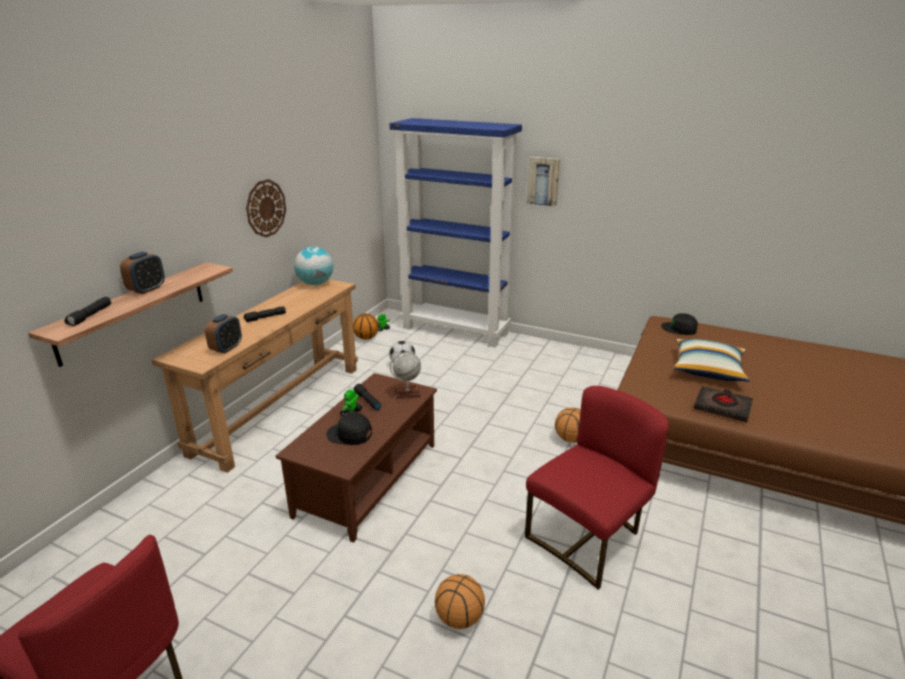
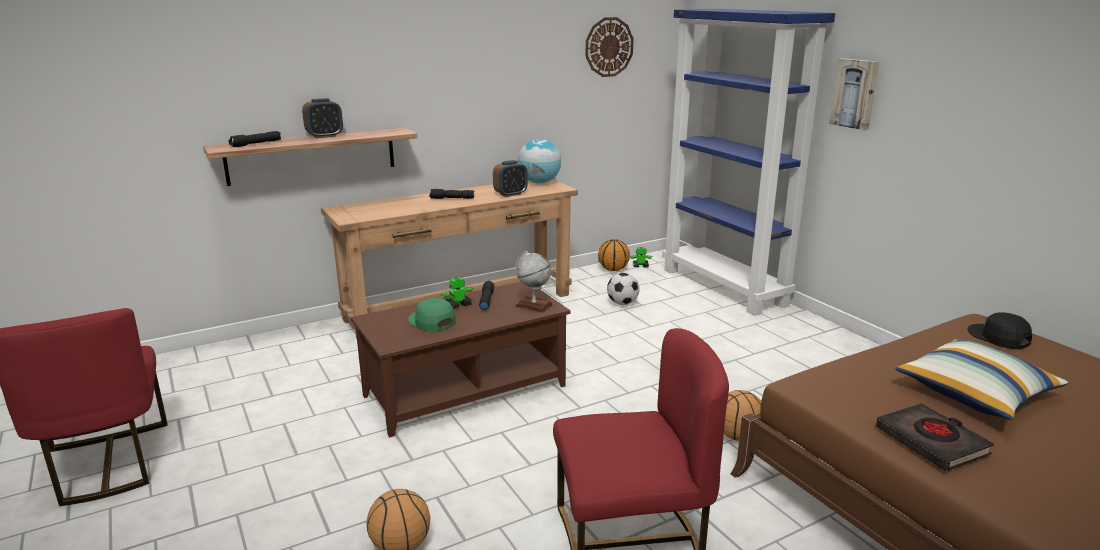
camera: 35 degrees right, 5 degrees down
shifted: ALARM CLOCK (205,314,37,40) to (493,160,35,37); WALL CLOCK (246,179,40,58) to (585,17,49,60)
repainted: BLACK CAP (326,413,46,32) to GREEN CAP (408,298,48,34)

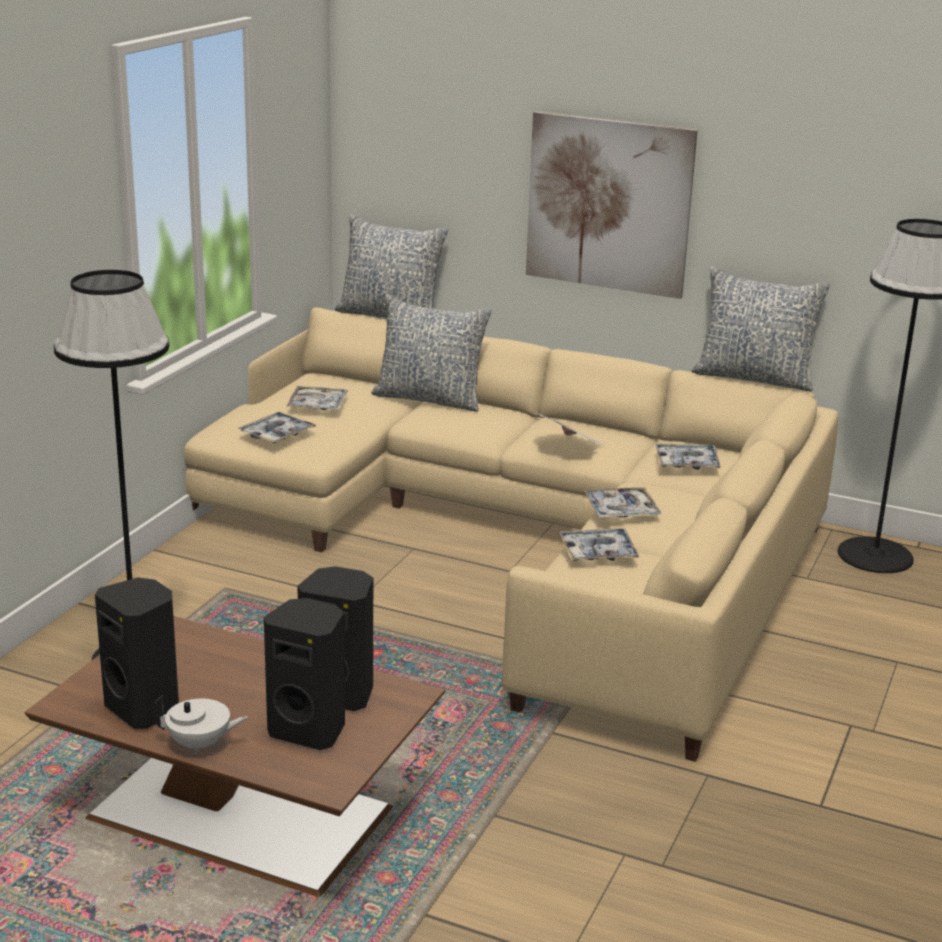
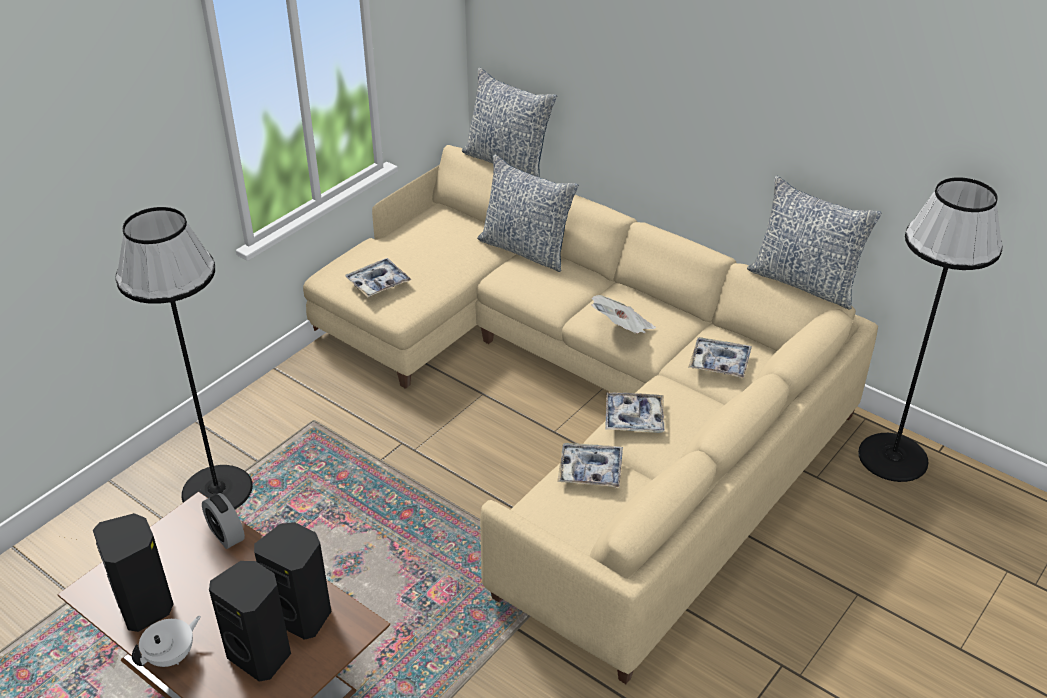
camera: 15 degrees right, 15 degrees up
gone: TRAY (286,386,62,24); PICTURE (526,111,172,188)
new: ALARM CLOCK (202,493,43,56)
rotated: WHITE TEAPOT (152,695,96,59) = (132,616,69,51) 60 degrees counterclockwise

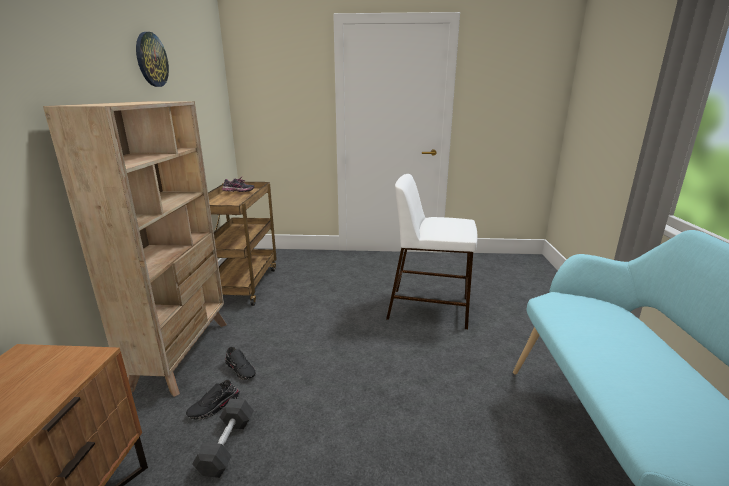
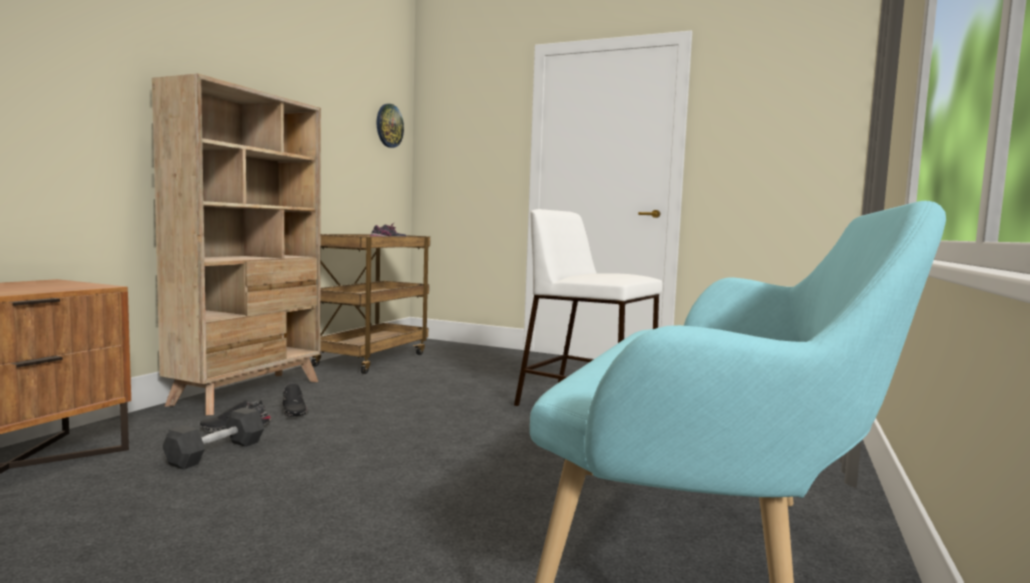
camera: 20 degrees right, 15 degrees down
shifted: WALL CLOCK (136,32,33,55) to (376,104,28,44)

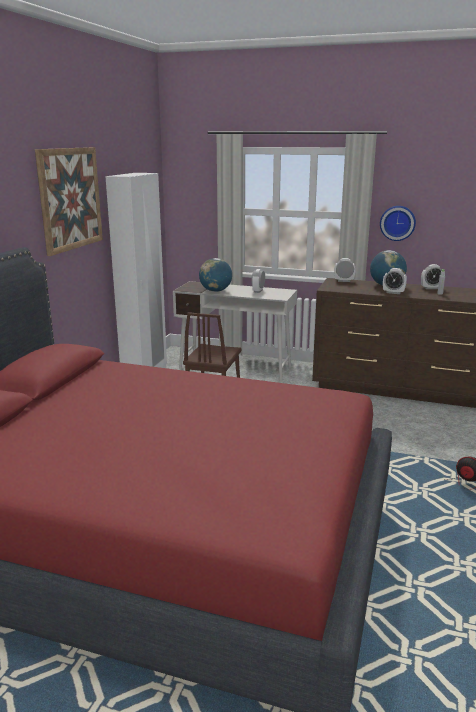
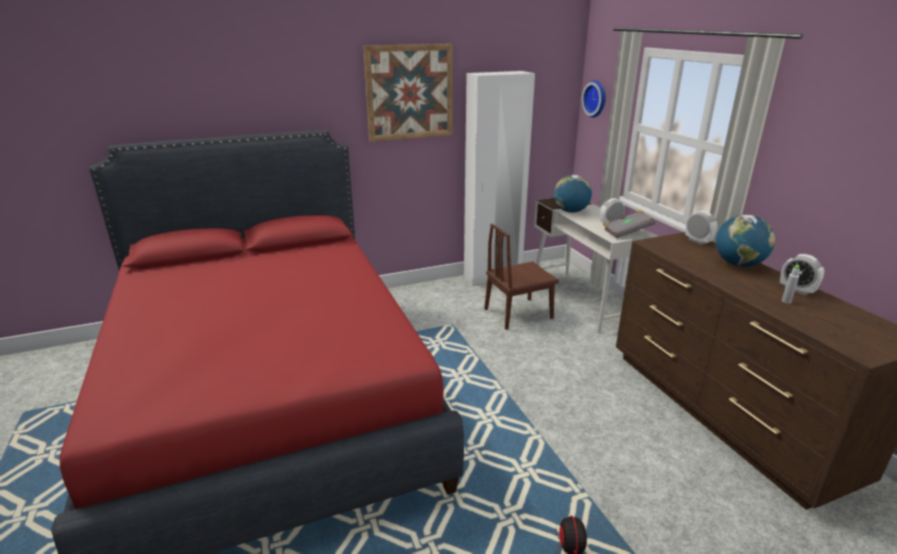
camera: 50 degrees right, 5 degrees up
gone: ALARM CLOCK (383,268,24,26)
new: GREY BOOK (603,210,52,28)
shifted: WALL CLOCK (380,206,36,35) to (582,80,24,37)

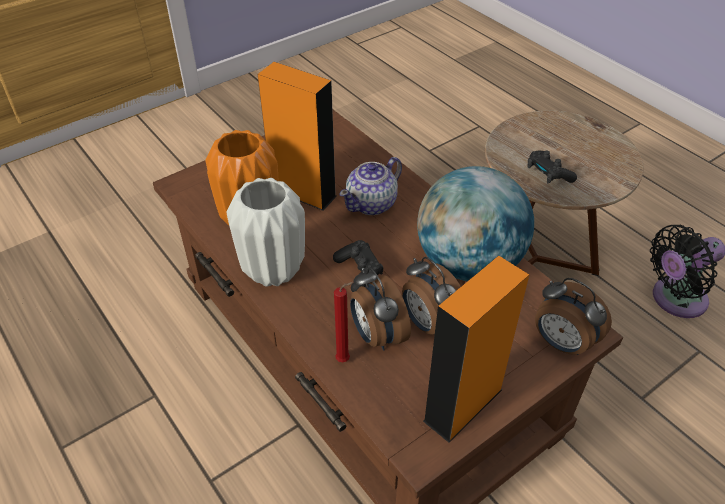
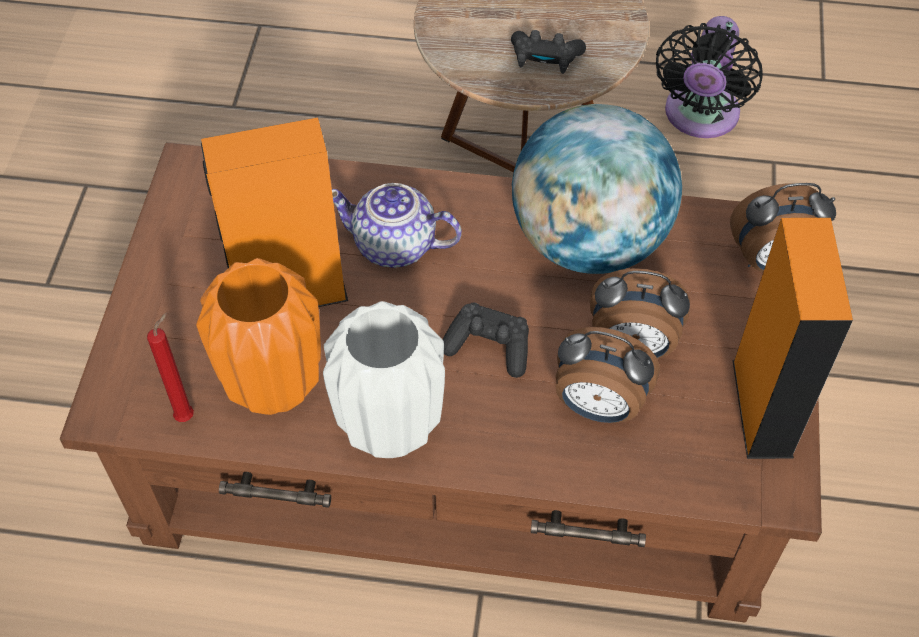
camera: 45 degrees left, 10 degrees up
shifted: RED CANDLE (334,282,20,81) to (147,313,47,109)
rotated: TEAPOT (339,157,63,58) = (332,183,130,85) 105 degrees clockwise

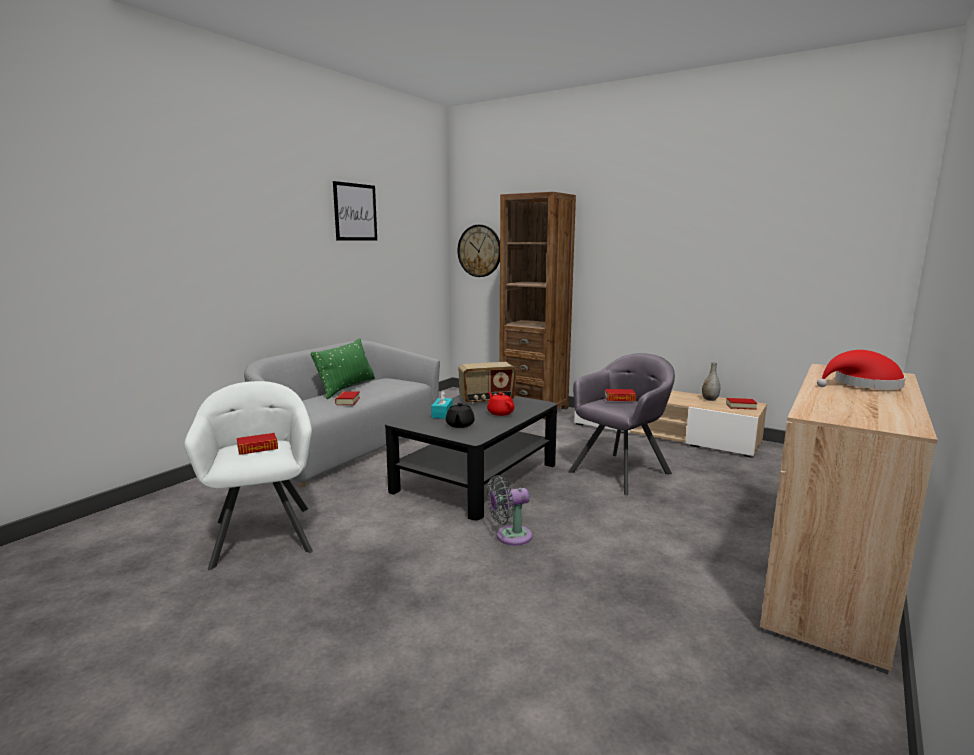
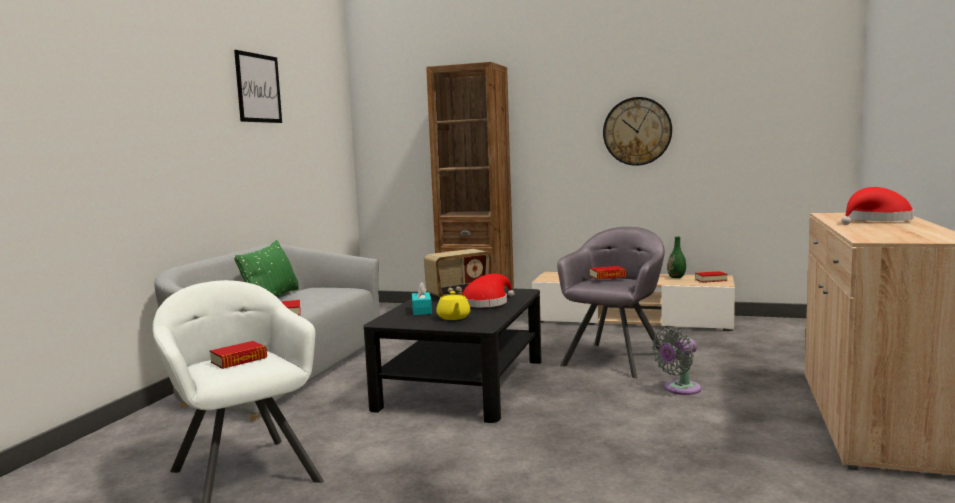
camera: 15 degrees left, 5 degrees down
shifted: WALL CLOCK (458,225,42,52) to (603,97,69,69); GREY FAN (487,475,45,70) to (652,327,49,68)
swapped: RED TEAPOT (487,392,27,24) to RED HAT (462,274,52,34)
repainted: BLACK TEAPOT (446,403,29,25) to YELLOW TEAPOT (437,291,33,29); GREY VASE (702,362,18,39) to GREEN VASE (667,236,19,42)

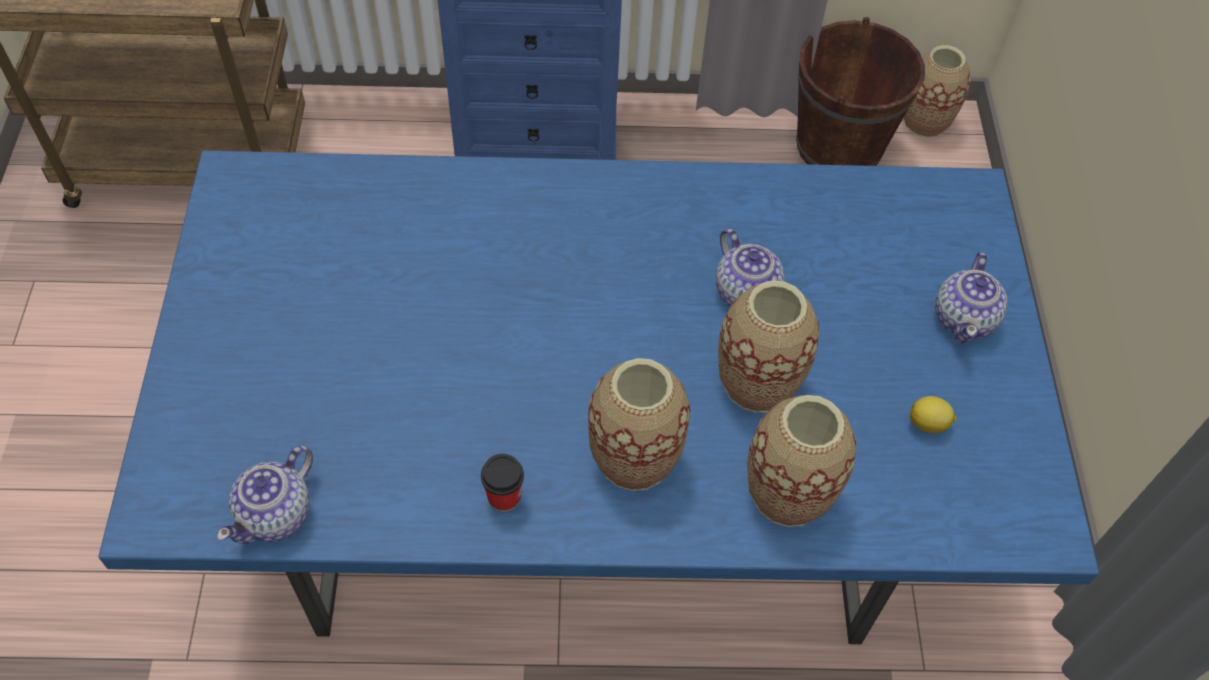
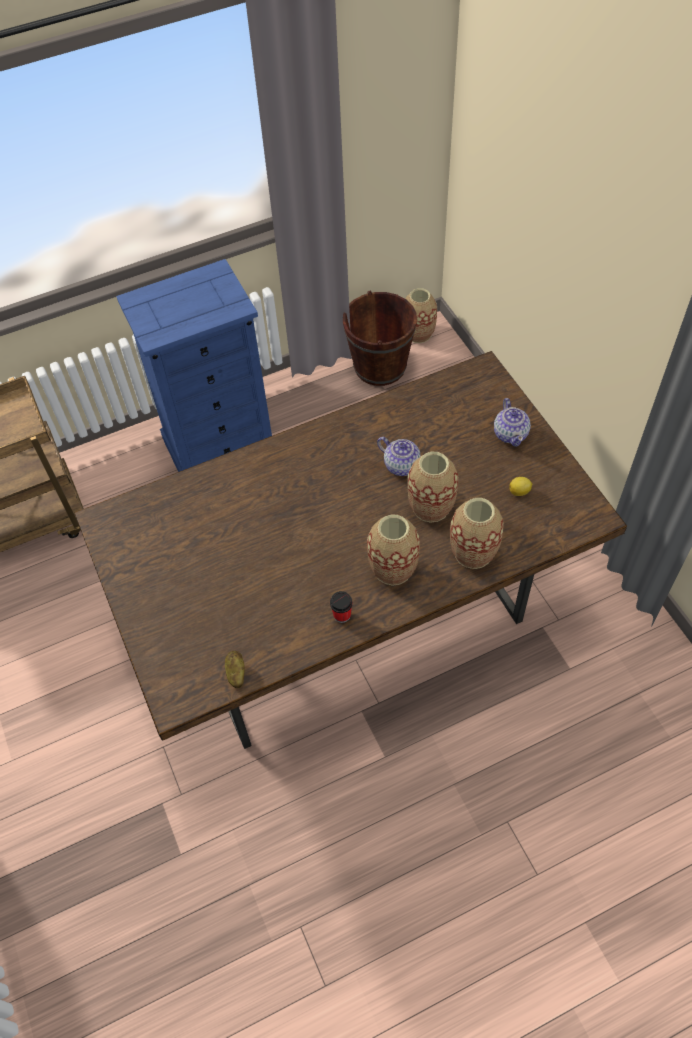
camera: 20 degrees left, 0 degrees up
swapped: TEAPOT (217,446,96,98) to POTATO (225,651,19,37)
repainted: BLUE DINING TABLE (99,151,1000,493) to BROWN DINING TABLE (75,351,552,398)

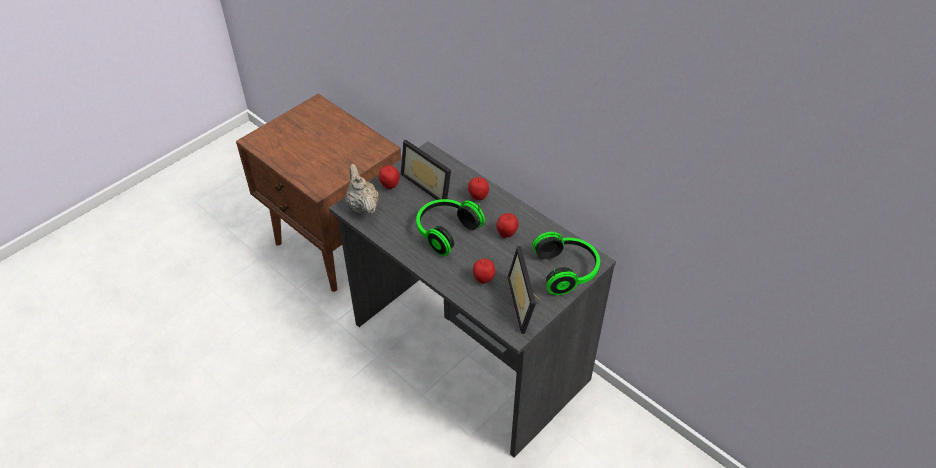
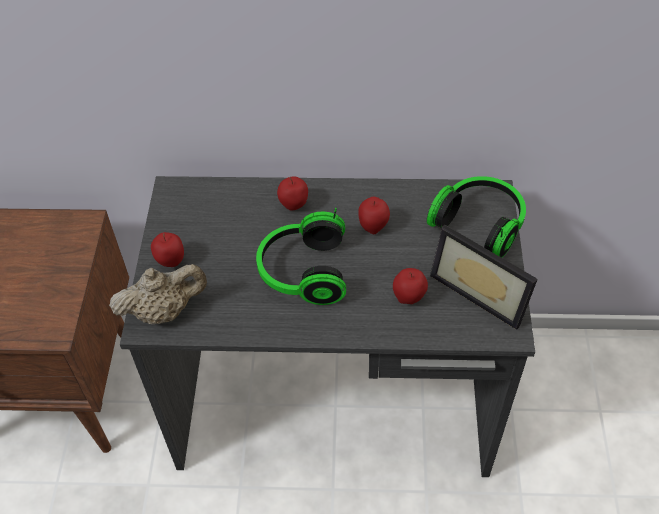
camera: 40 degrees left, 5 degrees up
gone: PICTURE FRAME (400,140,51,60)
rotated: BEIGE TEAPOT (345,164,34,50) = (109,264,98,60) 135 degrees clockwise

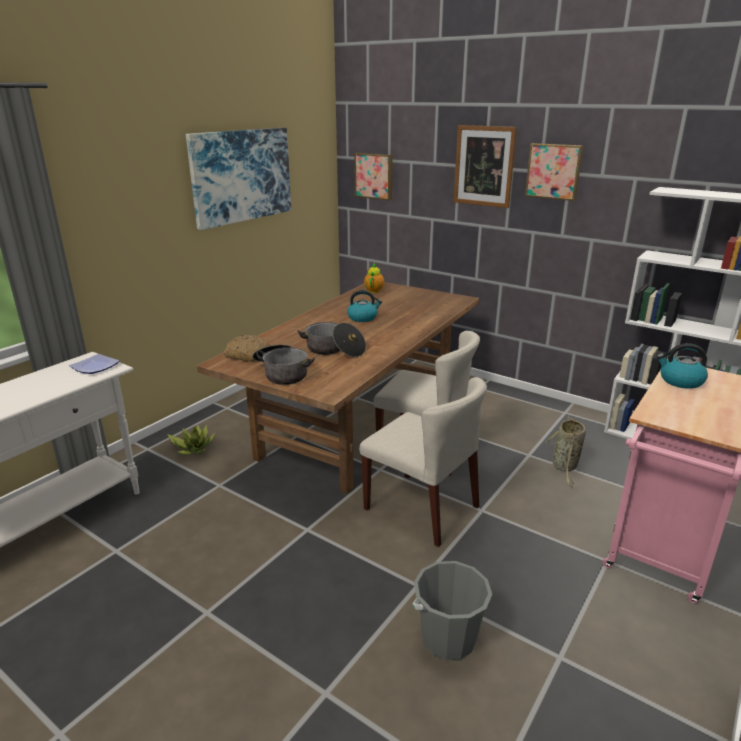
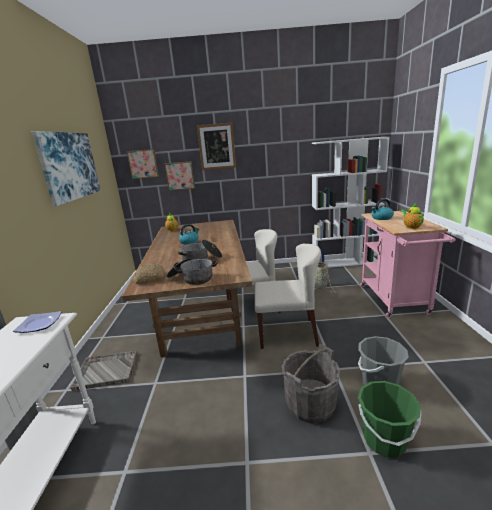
camera: 35 degrees left, 5 degrees down
new: GREY BUCKET (282,344,58,79); GREEN BUCKET (358,381,63,77); TEAPOT (401,203,23,26)
shifted: PICTURE (525,143,58,58) to (165,161,30,30)
swapped: POTTED PLANT (167,425,49,30) to GREY TRAY (71,351,67,40)

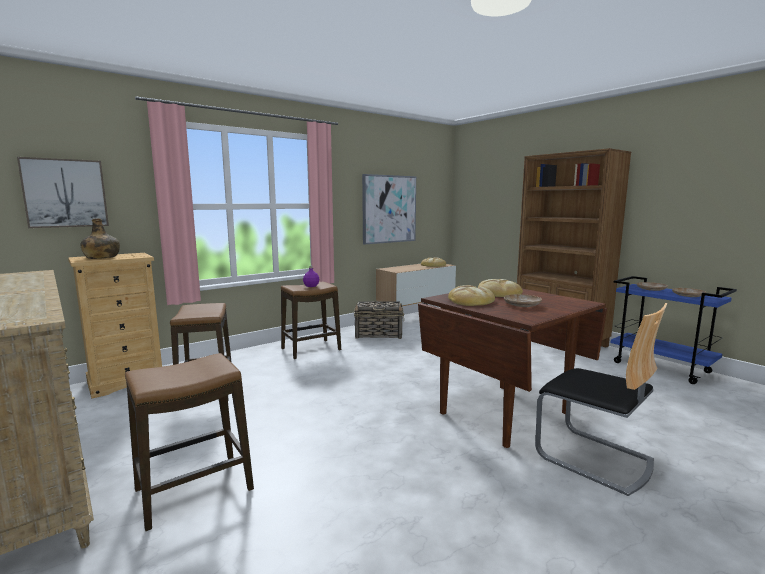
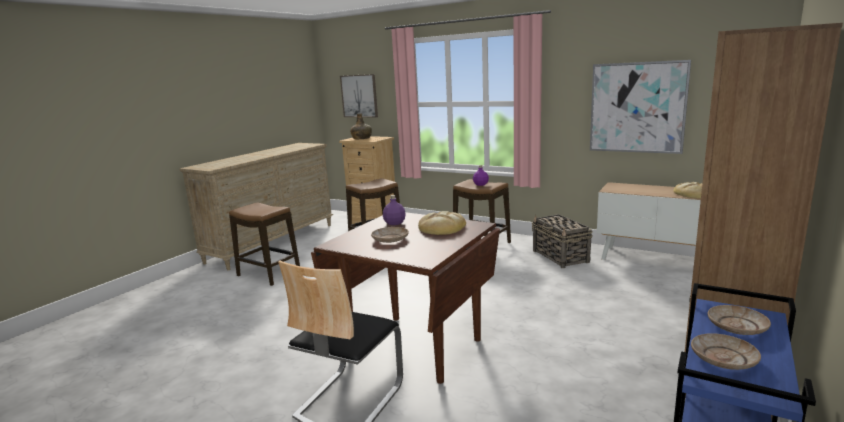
camera: 70 degrees right, 5 degrees up
swapped: BREAD (448,285,47,21) to PURPLE BOTTLE (383,195,23,30)

